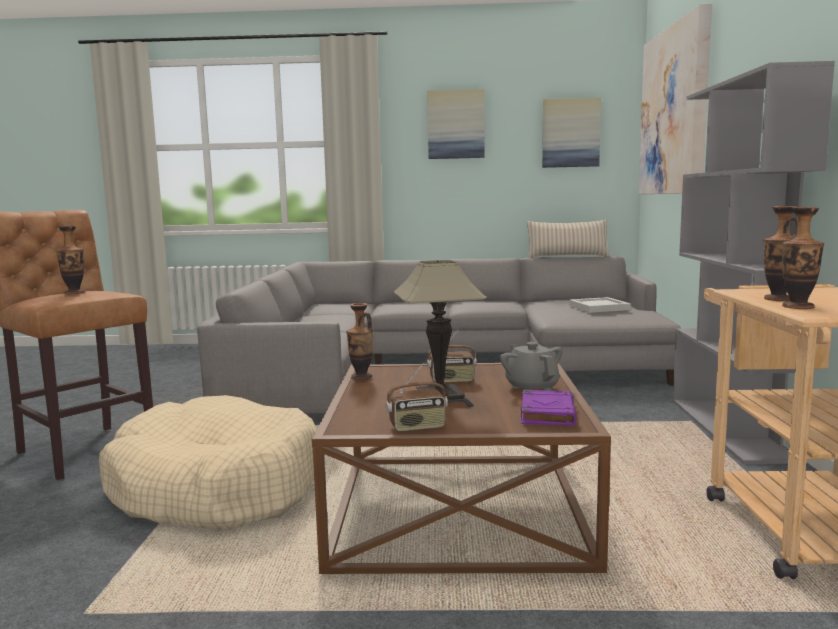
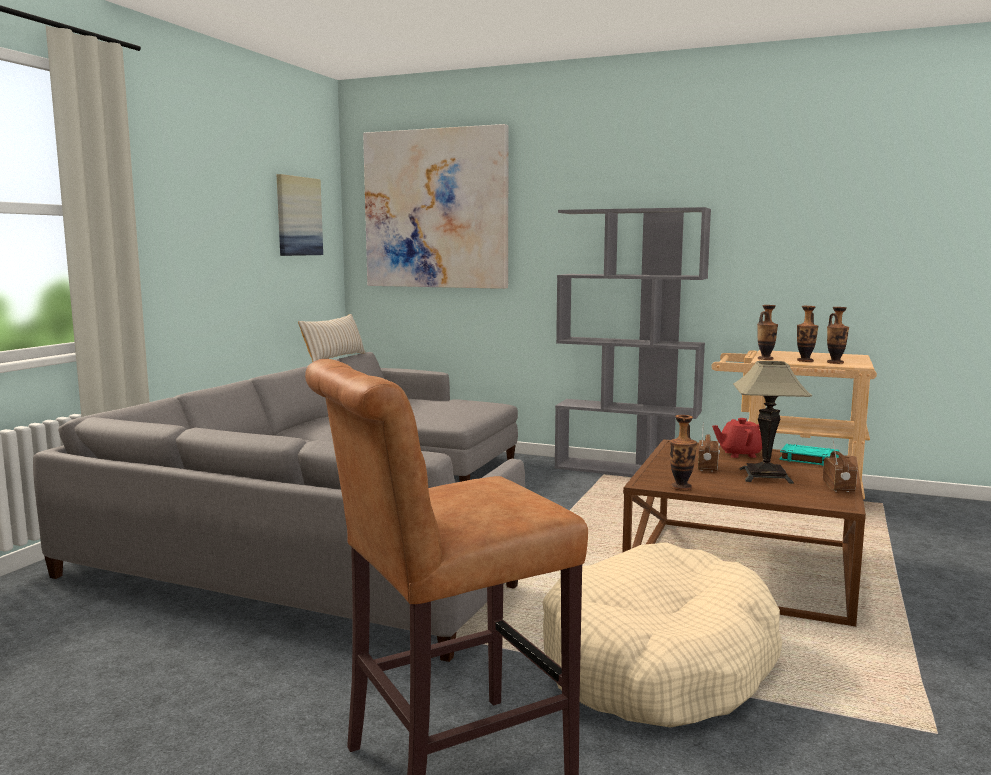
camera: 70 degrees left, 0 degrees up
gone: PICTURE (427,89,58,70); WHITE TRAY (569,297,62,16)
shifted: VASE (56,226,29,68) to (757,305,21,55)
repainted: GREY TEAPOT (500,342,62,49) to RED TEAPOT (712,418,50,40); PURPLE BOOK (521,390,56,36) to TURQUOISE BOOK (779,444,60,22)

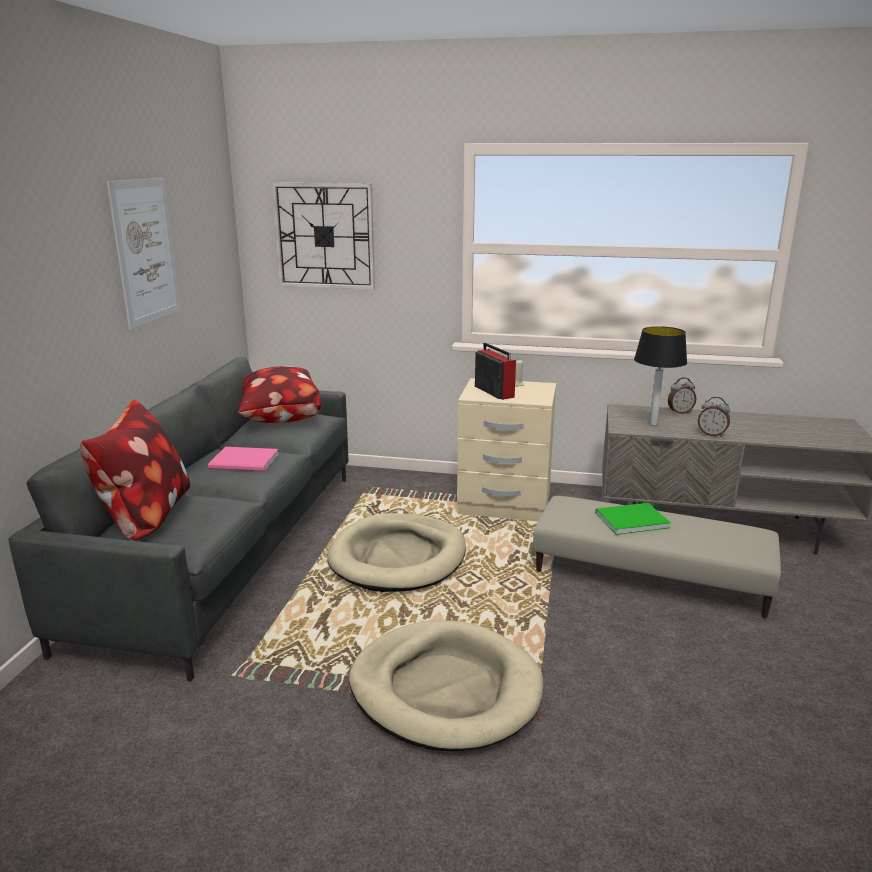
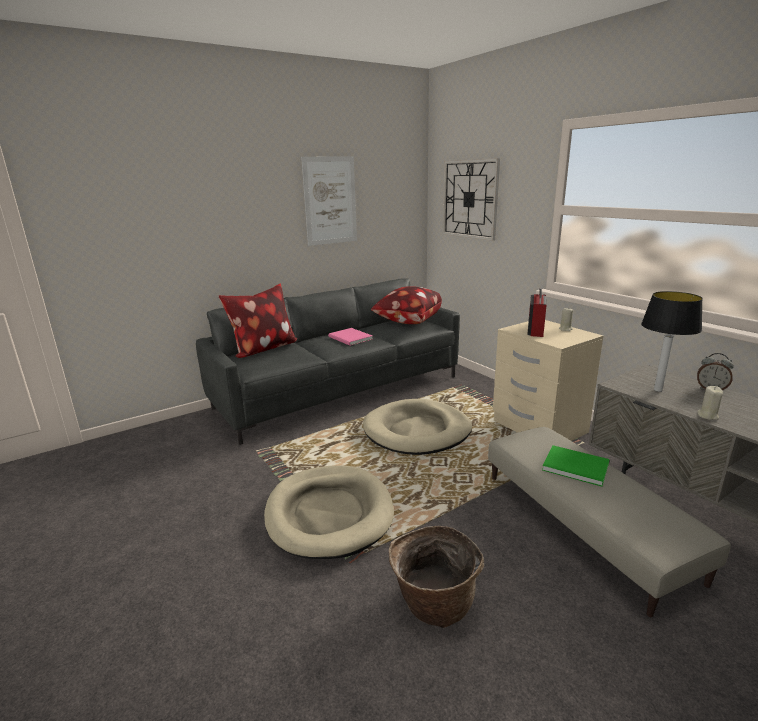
camera: 45 degrees right, 0 degrees up
new: BASKET (389,526,95,102)
swapped: ALARM CLOCK (698,397,32,40) to BEIGE CANDLE (697,386,26,34)

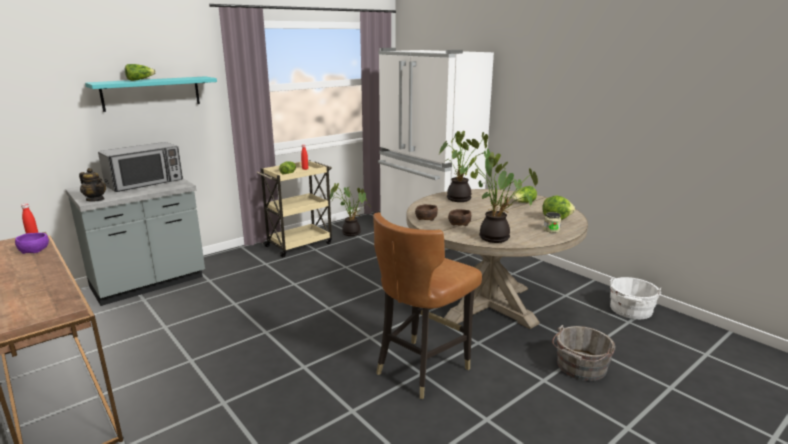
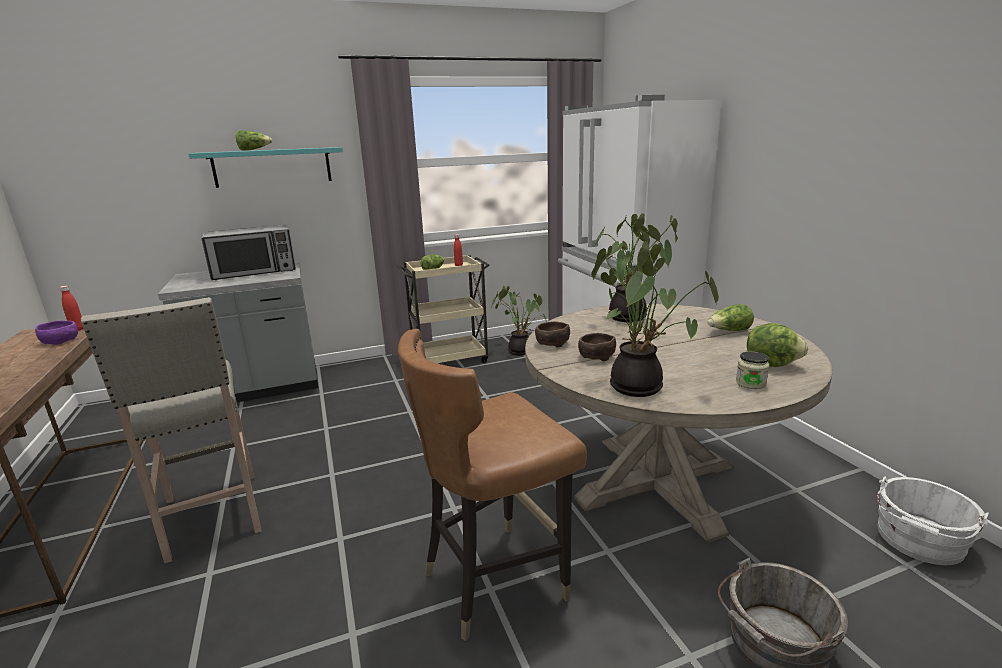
camera: 20 degrees right, 0 degrees up
gone: TEAPOT (79,168,27,33)
new: BEIGE STOOL (81,297,181,267)

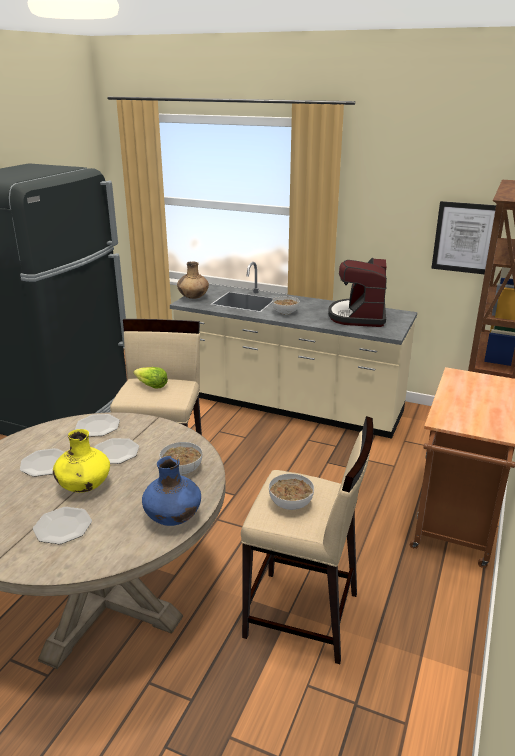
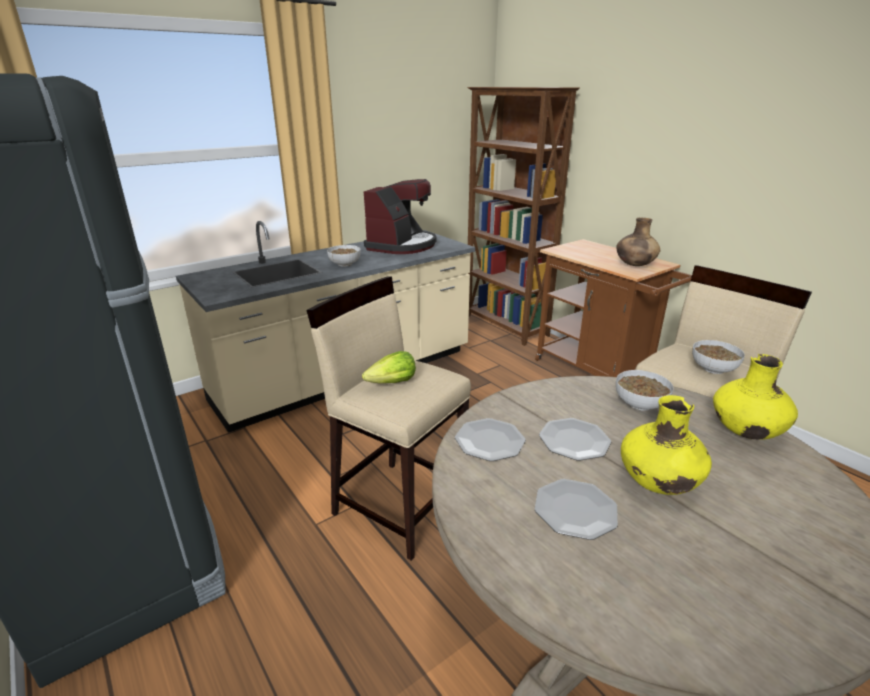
camera: 60 degrees left, 0 degrees up
gone: PLATE (33,507,59,37); PICTURE (431,201,65,73)
shifted: BROWN VASE (177,261,32,38) to (616,218,44,48)
repainted: BLUE VASE (142,456,59,70) to YELLOW VASE (713,354,85,86)
rotated: COFFEE MACHINE (328,258,59,69) = (364,179,73,75) 105 degrees counterclockwise

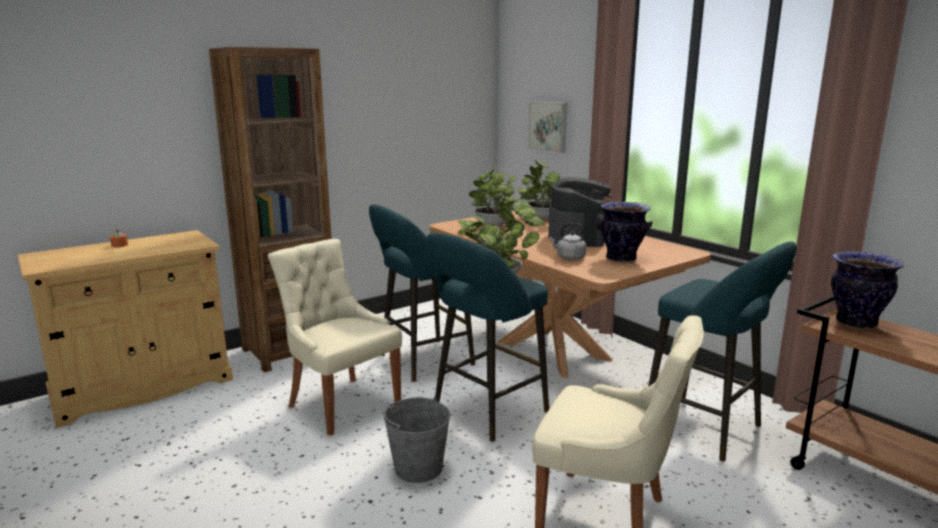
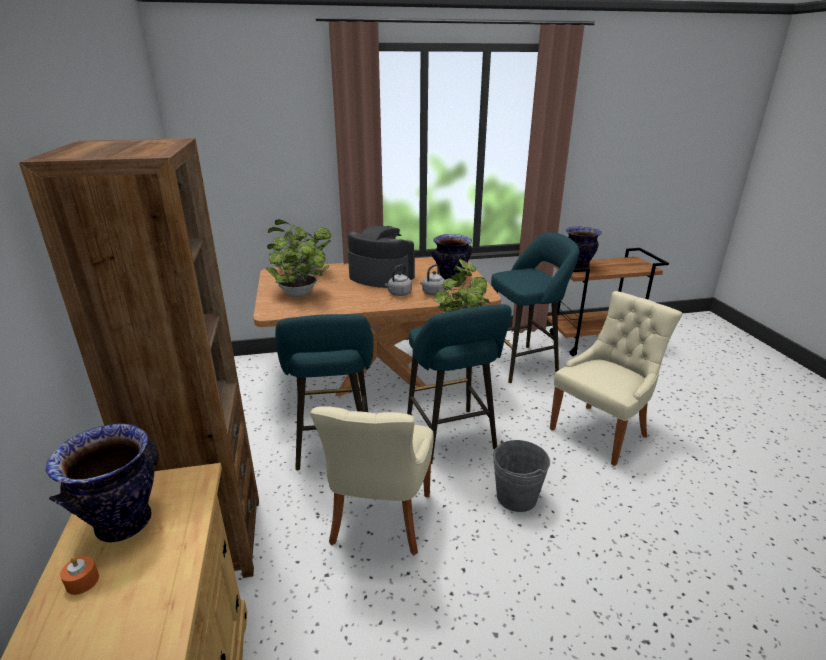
camera: 65 degrees left, 10 degrees up
gone: PICTURE (528,101,39,52)
new: VASE (46,423,112,120); GREY KETTLE (385,264,27,32)
rotated: BEIGE CHAIR (268,239,134,197) = (310,406,124,150) 60 degrees counterclockwise

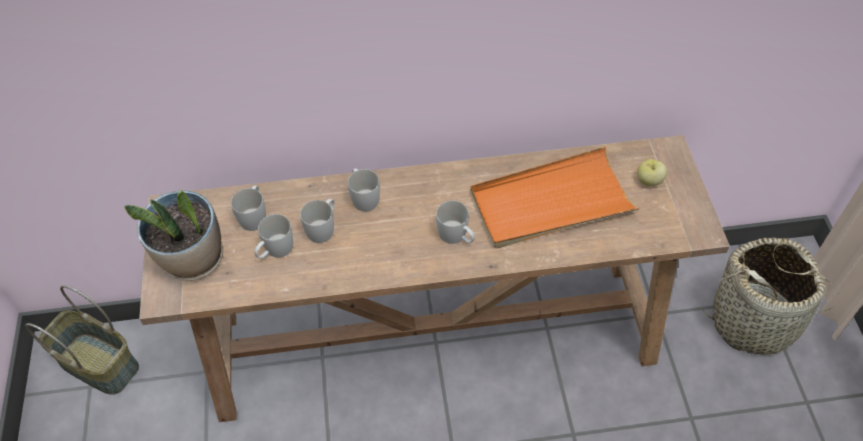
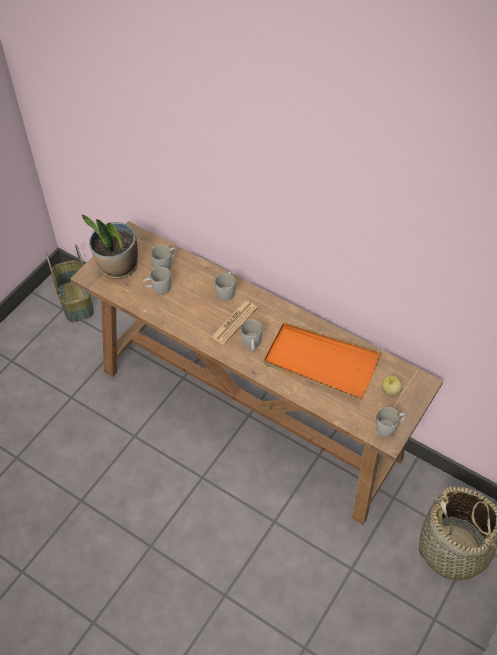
camera: 40 degrees right, 0 degrees up
new: NEWSPAPER (211,301,46,44)
shifted: WHITE MUG (300,199,35,44) to (376,407,30,30)

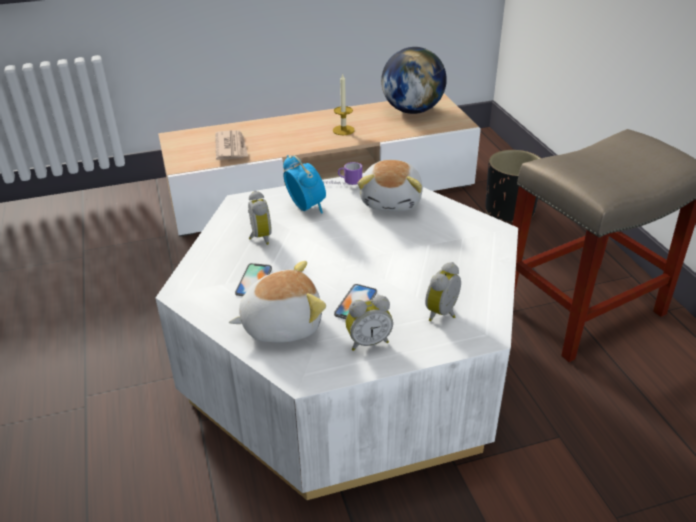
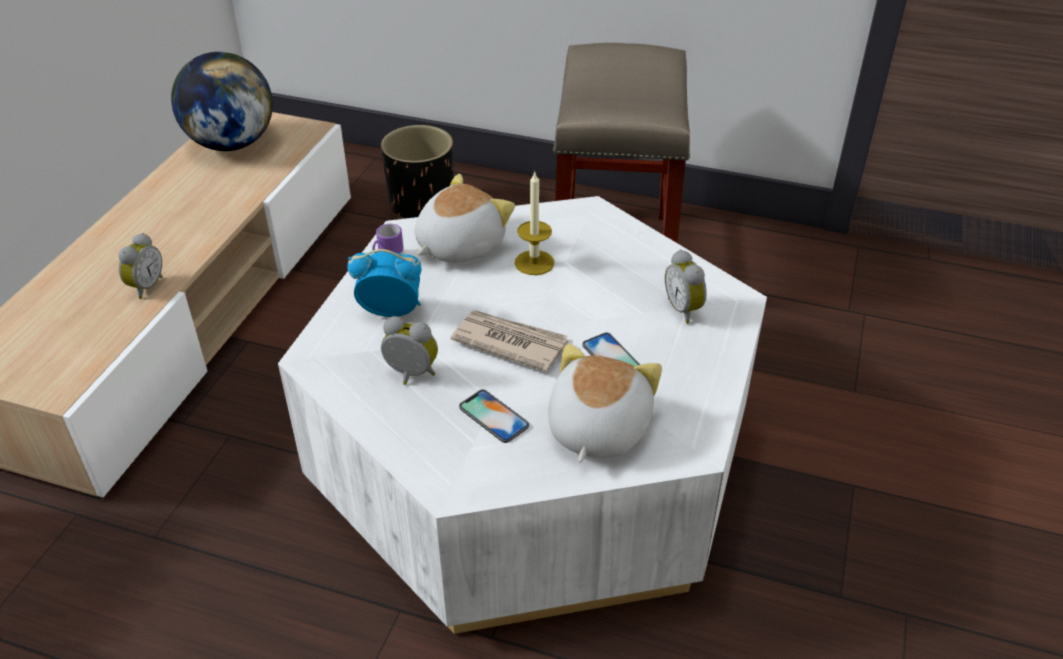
camera: 55 degrees left, 5 degrees up
shifted: ALARM CLOCK (345,295,48,56) to (119,233,44,66); NEWSPAPER (215,130,33,30) to (451,310,118,62); CANDLE (333,73,22,62) to (515,171,39,104)
rotated: PLUSH TOY (358,160,65,51) = (415,174,100,89) 90 degrees counterclockwise

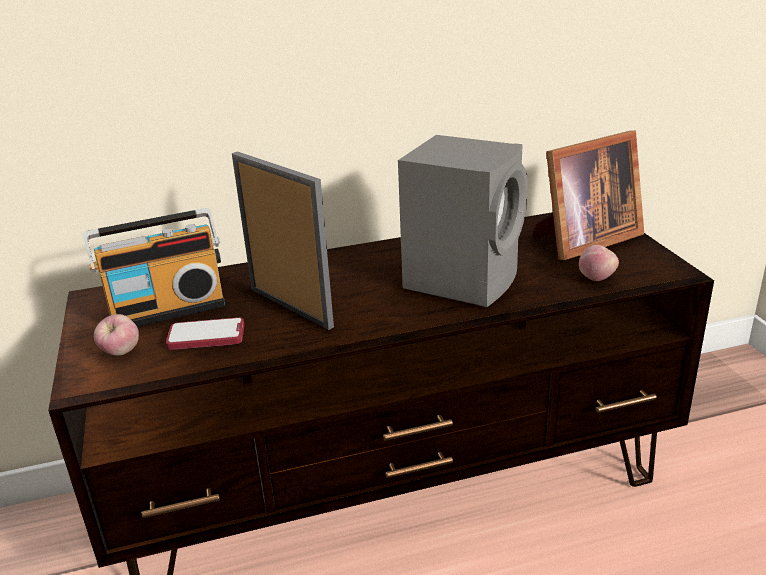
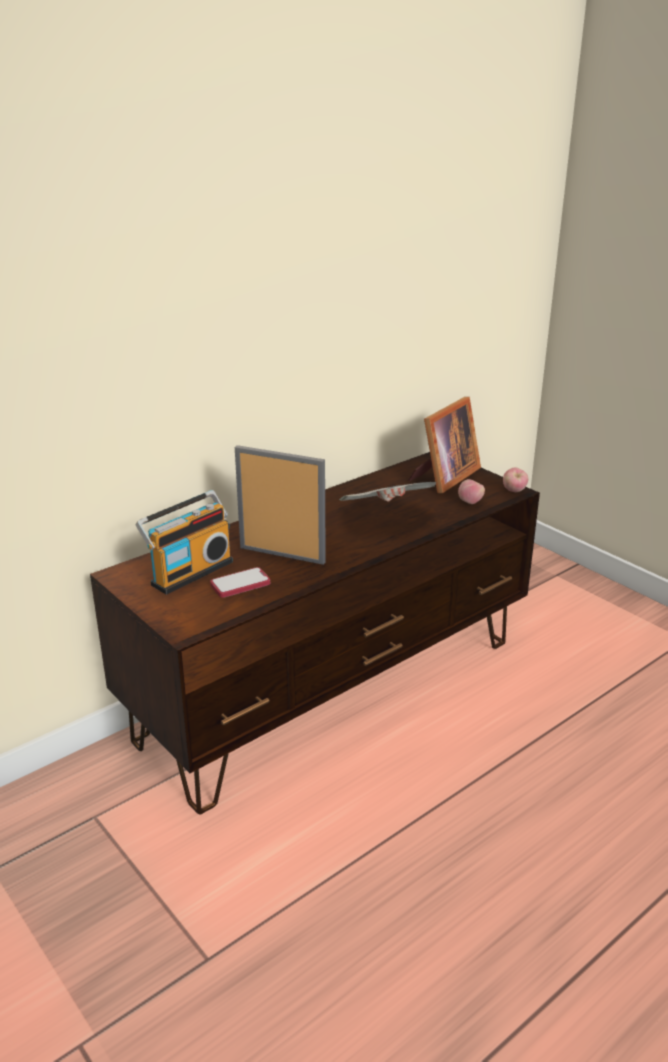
camera: 25 degrees left, 0 degrees up
shifted: APPLE (94,314,45,42) to (503,468,25,24)
swapped: GREY SPEAKER (398,135,130,172) to NEWSPAPER (339,482,98,20)

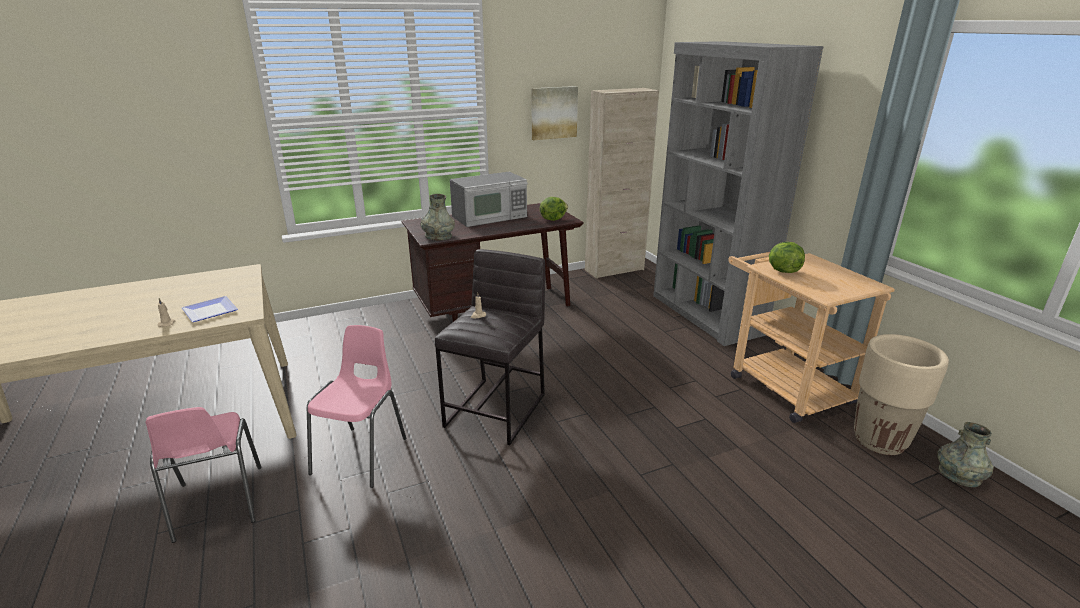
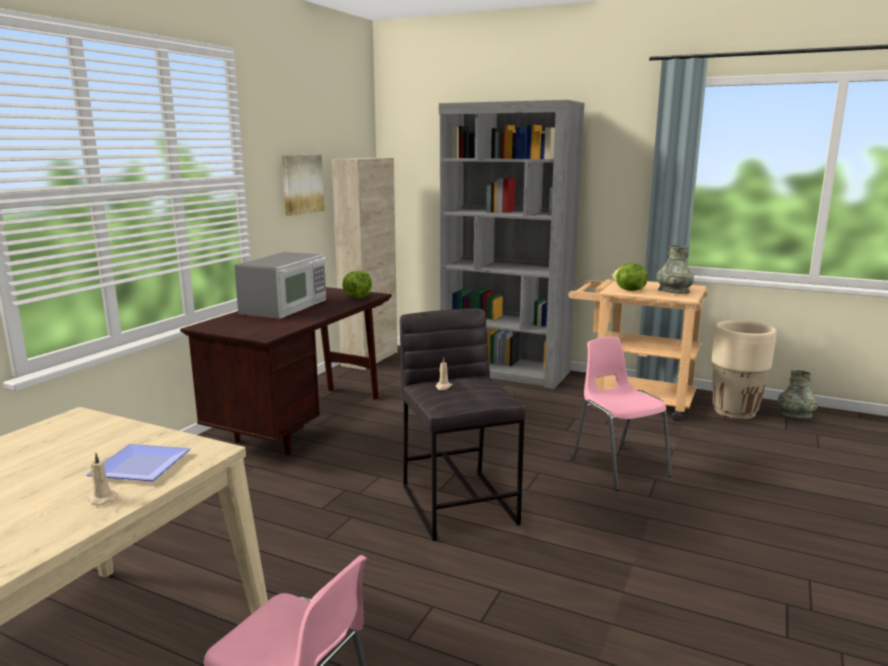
camera: 40 degrees left, 10 degrees down
shifted: PINK CHAIR (307,325,99,163) to (572,337,100,154); GREY VASE (420,194,35,47) to (656,245,38,49)

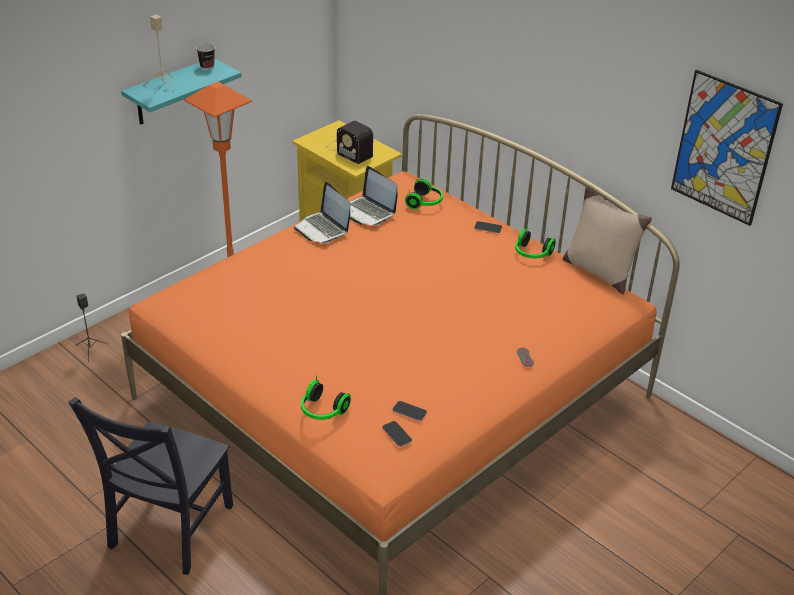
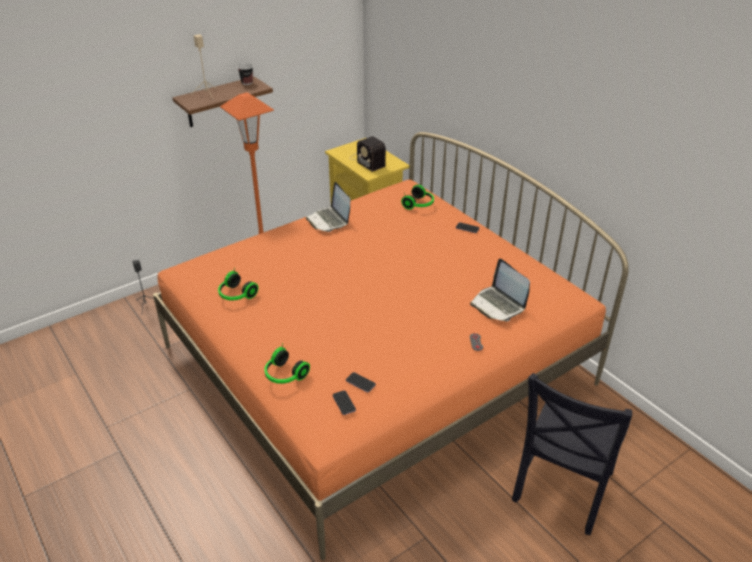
camera: 10 degrees right, 0 degrees up
gone: BEIGE PILLOW (563,188,89,106); PICTURE (671,70,112,156)
shifted: HEADPHONES (515,224,41,34) to (218,267,40,33); LAPTOP (350,166,47,59) to (470,259,60,62); BLACK CHAIR (68,397,165,178) to (512,373,120,162)
repainted: TURQUOISE SHELF (121,58,121,67) to BROWN SHELF (172,77,101,50)

